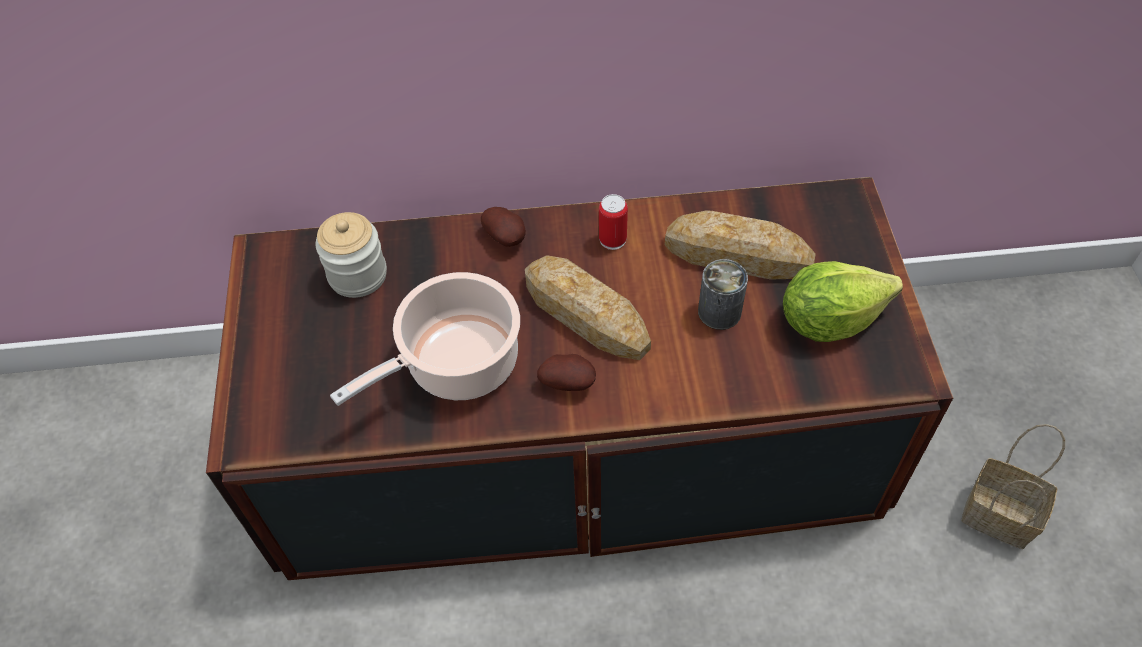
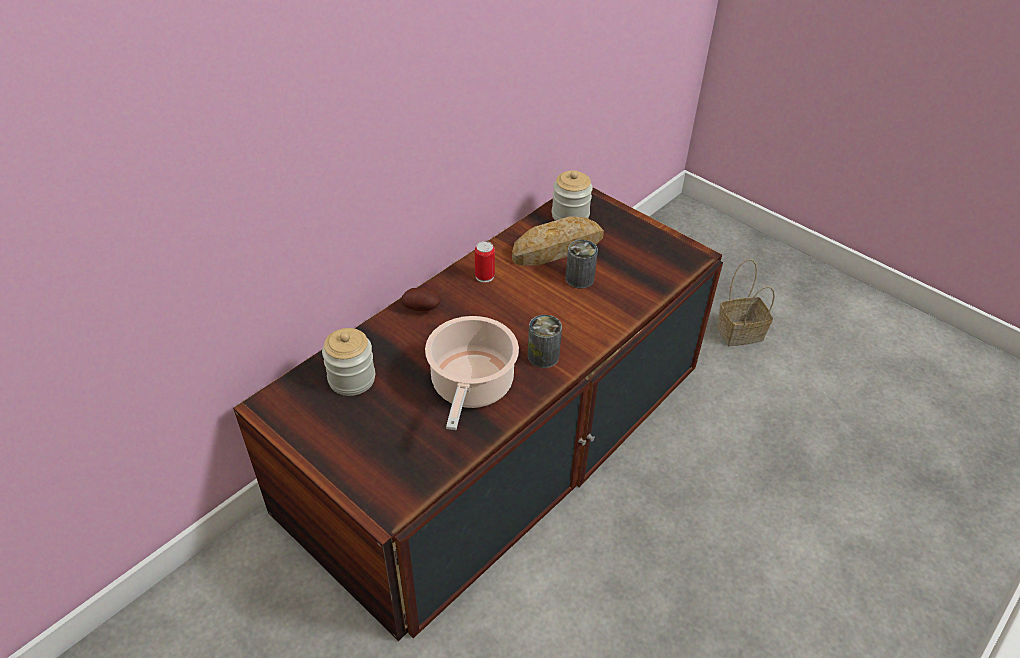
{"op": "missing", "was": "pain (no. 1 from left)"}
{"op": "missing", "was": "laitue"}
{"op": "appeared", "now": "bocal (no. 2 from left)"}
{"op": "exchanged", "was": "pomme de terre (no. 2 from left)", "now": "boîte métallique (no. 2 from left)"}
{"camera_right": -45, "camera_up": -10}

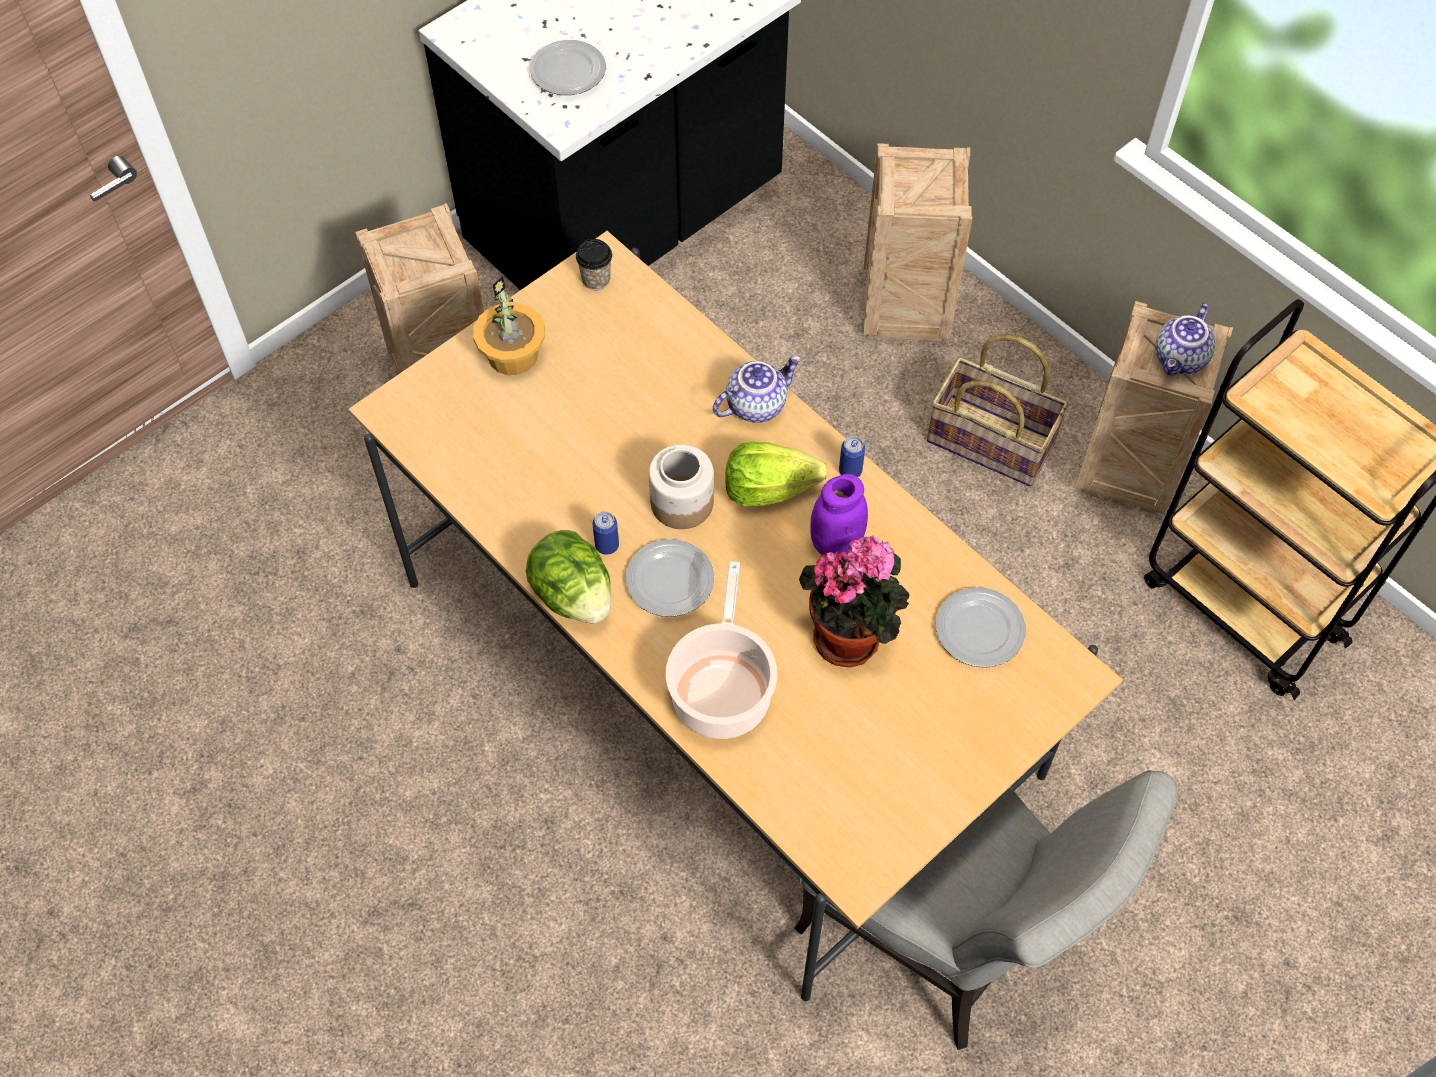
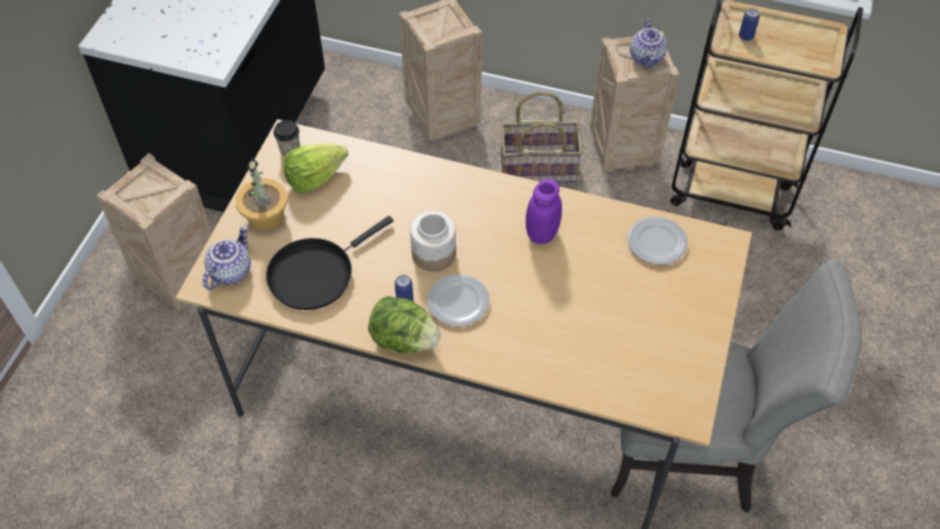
{"op": "missing", "was": "assiette (no. 1 from left)"}
{"op": "missing", "was": "marmite"}
{"op": "missing", "was": "plante en pot (no. 2 from left)"}
{"op": "appeared", "now": "poêle/noir"}
{"op": "relocated", "was": "théière (no. 1 from left)"}
{"op": "relocated", "was": "laitue (no. 2 from left in the first image)", "now": "laitue (no. 1 from left)"}
{"op": "relocated", "was": "boîte métallique (no. 2 from left)"}
{"camera_right": -30, "camera_up": -5}

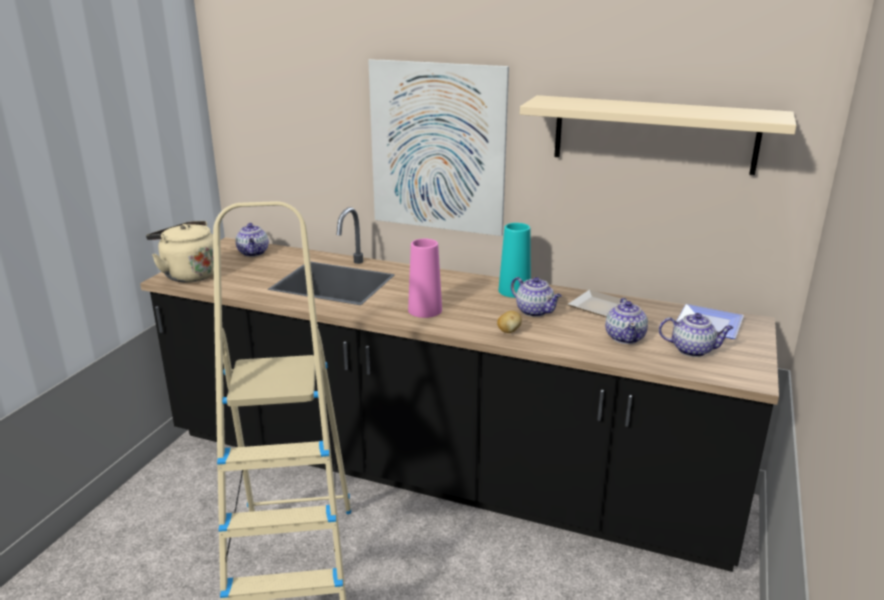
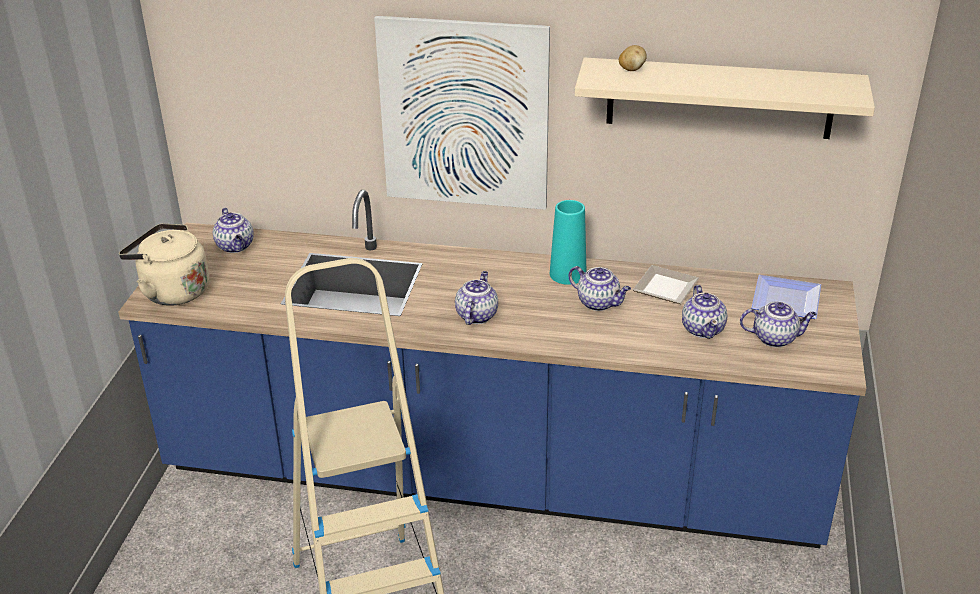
{"op": "relocated", "was": "pomme de terre"}
{"op": "exchanged", "was": "vase/rose", "now": "théière (no. 2 from left)"}
{"op": "colour", "was": "comptoir de cuisine/noir", "now": "comptoir de cuisine/bleu"}
{"camera_right": -10, "camera_up": 10}

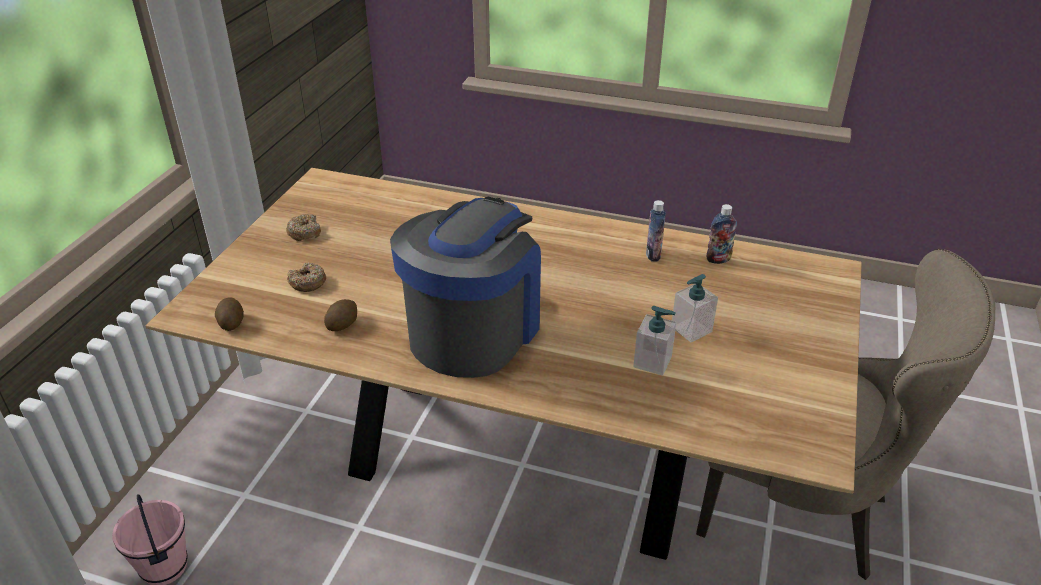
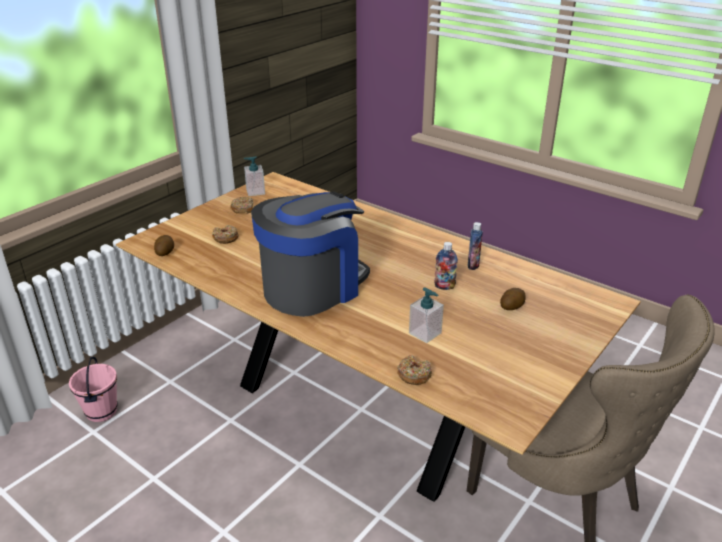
{"op": "appeared", "now": "beignet (no. 3 from left)"}
{"op": "relocated", "was": "pomme de terre (no. 2 from left)"}
{"op": "relocated", "was": "distributeur de savon (no. 2 from left in the first image)", "now": "distributeur de savon (no. 1 from left)"}
{"op": "relocated", "was": "bouteille (no. 2 from left in the first image)", "now": "bouteille (no. 1 from left)"}
{"camera_right": 20, "camera_up": -5}

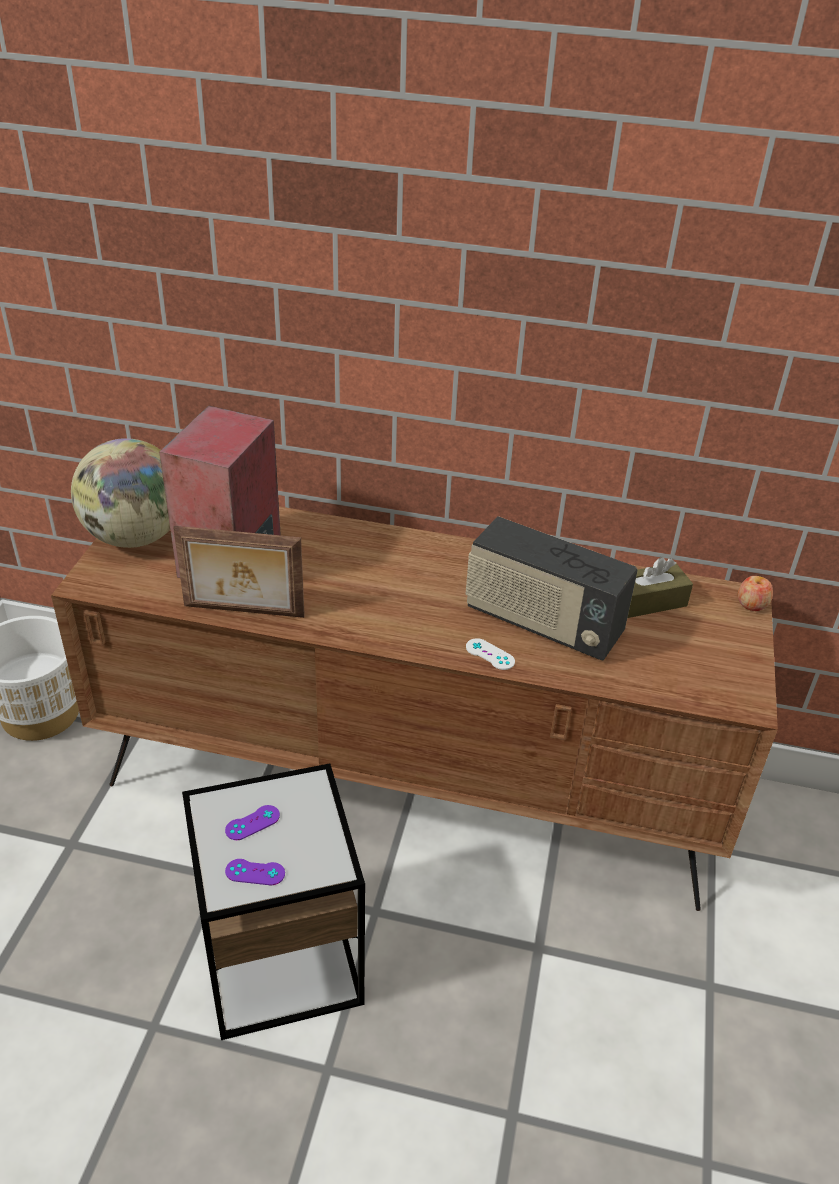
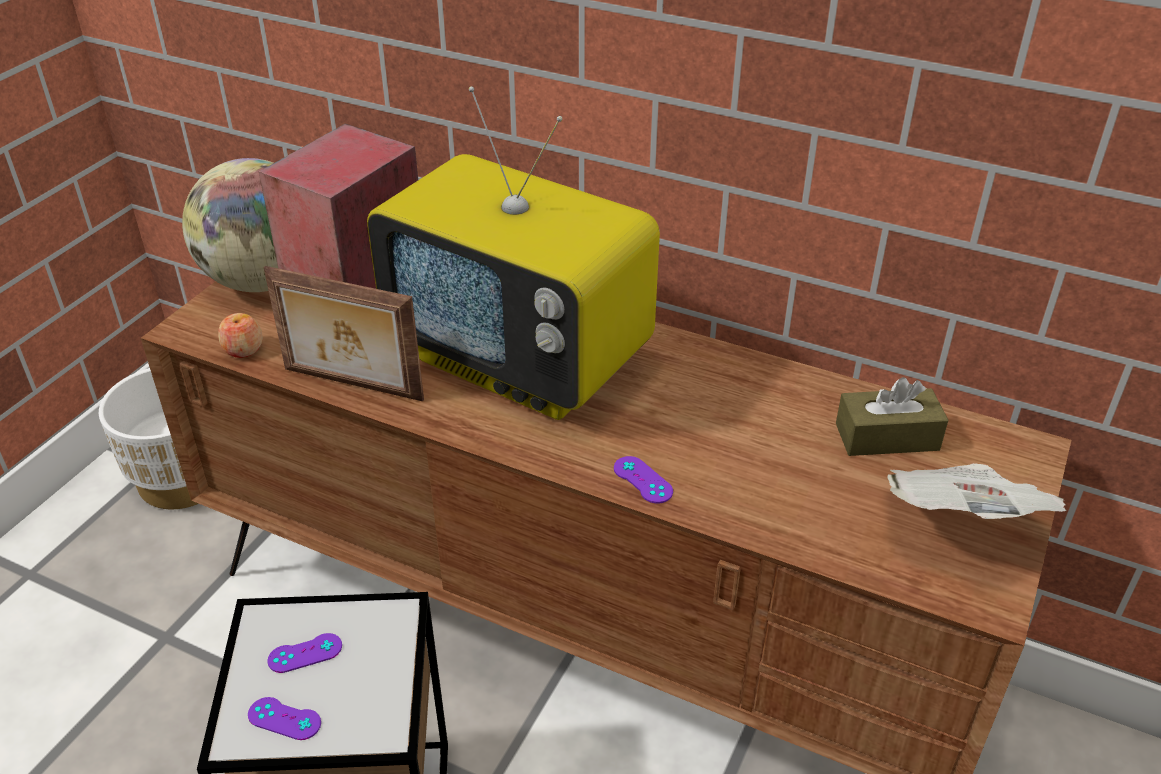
{"op": "missing", "was": "radio"}
{"op": "appeared", "now": "téléviseur"}
{"op": "appeared", "now": "journal"}
{"op": "relocated", "was": "pomme"}
{"op": "colour", "was": "manette/blanc", "now": "manette/violet (no. 3 from left)"}
{"camera_right": 15, "camera_up": 0}

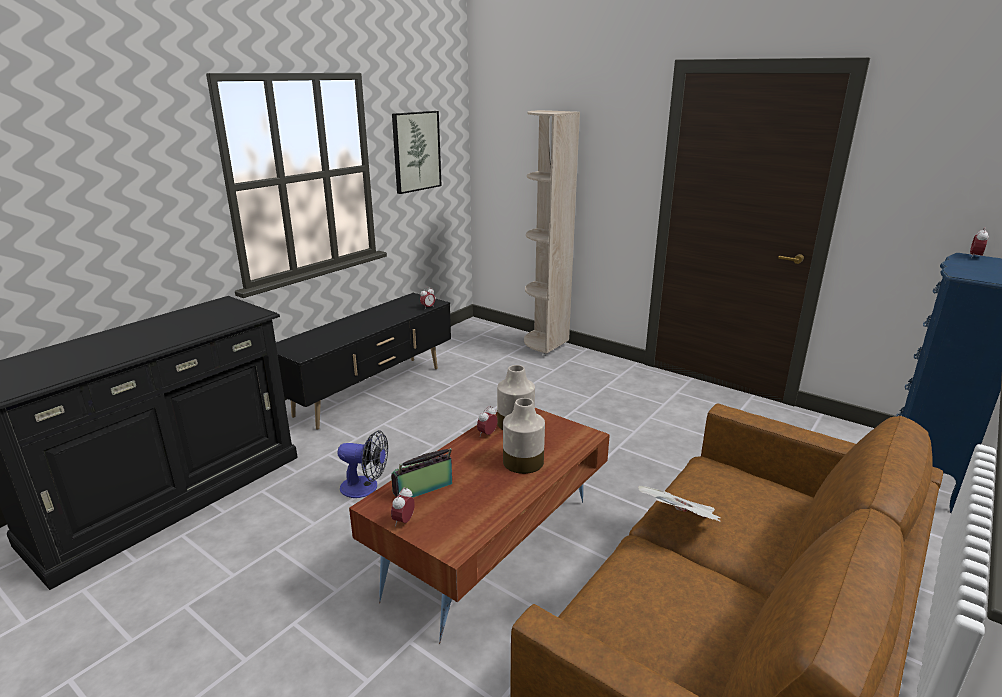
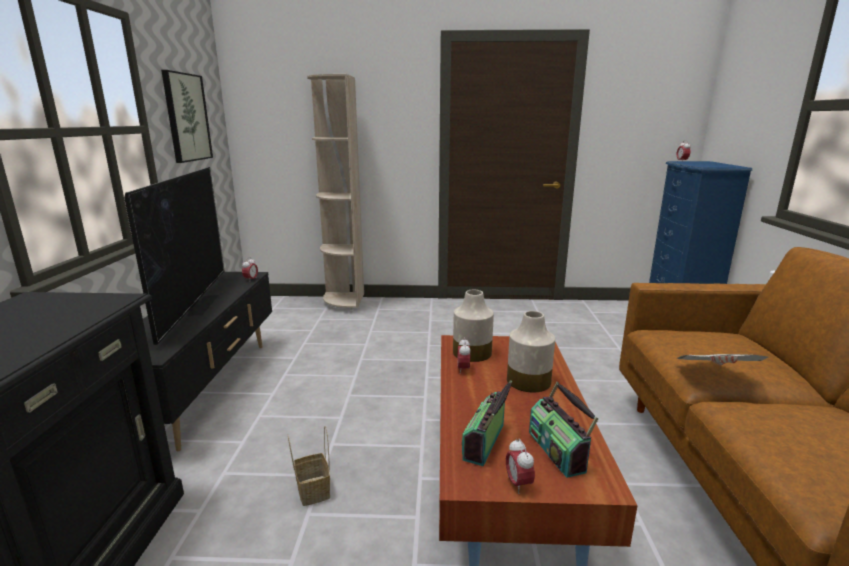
{"op": "appeared", "now": "téléviseur"}
{"op": "appeared", "now": "radio (no. 2 from left)"}
{"op": "exchanged", "was": "ventilateur", "now": "panier"}
{"camera_right": -35, "camera_up": -5}

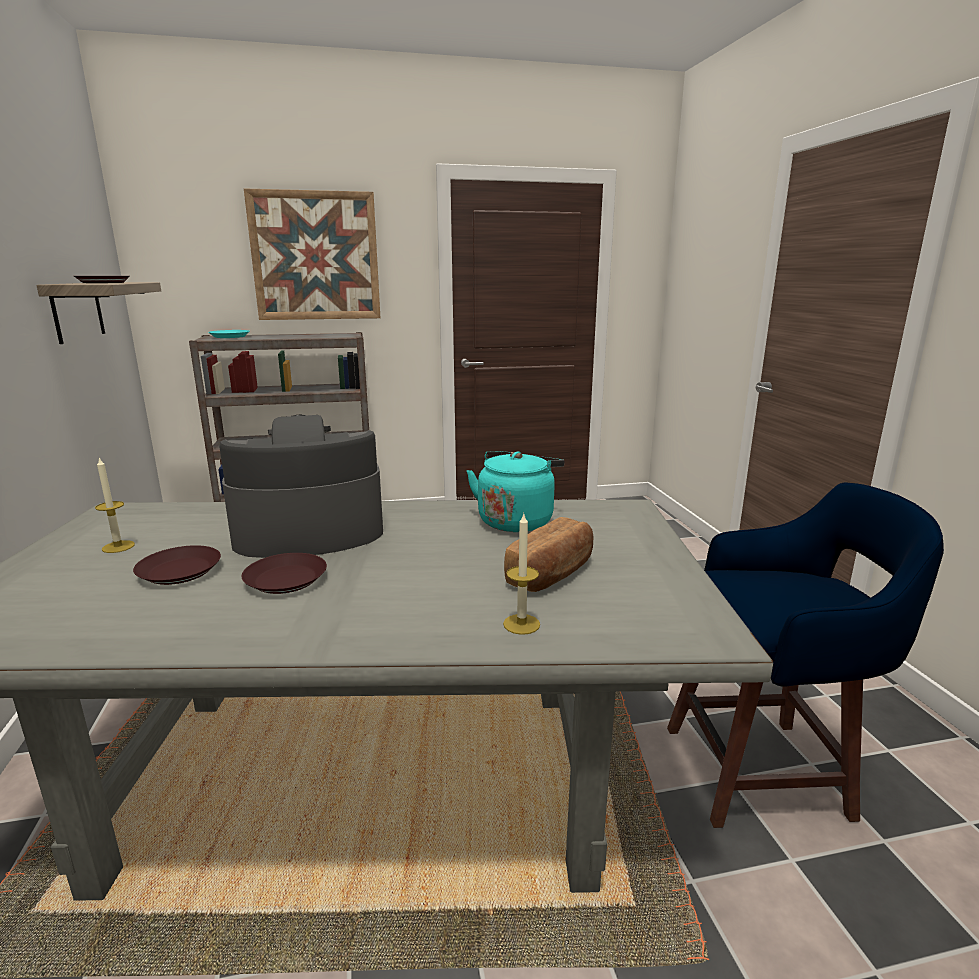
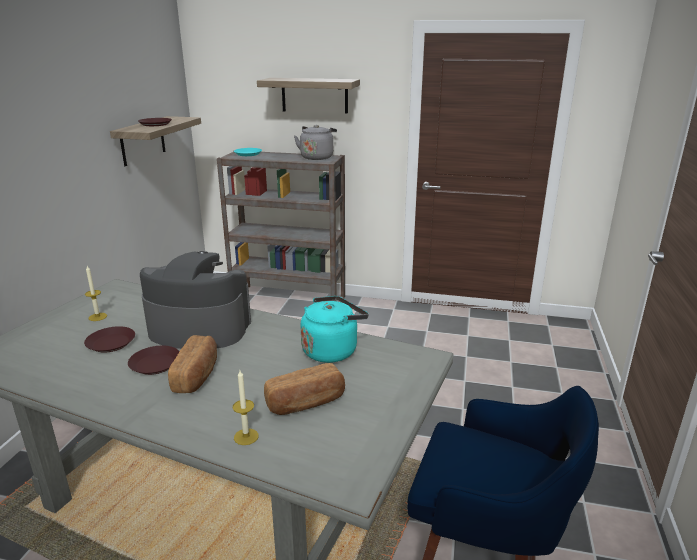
{"op": "appeared", "now": "pain (no. 1 from left)"}
{"op": "appeared", "now": "bouilloire/gris"}
{"op": "exchanged", "was": "tableau", "now": "étagère (no. 2 from left)"}
{"camera_right": 25, "camera_up": 5}

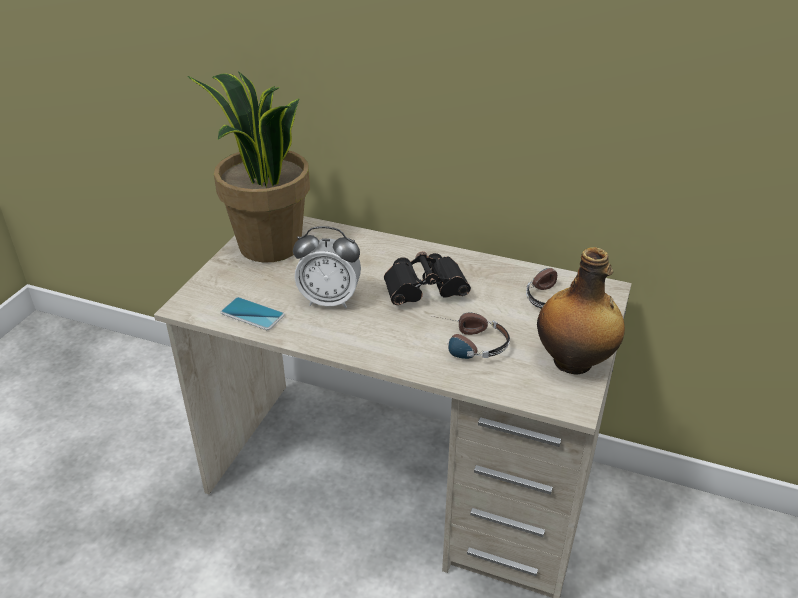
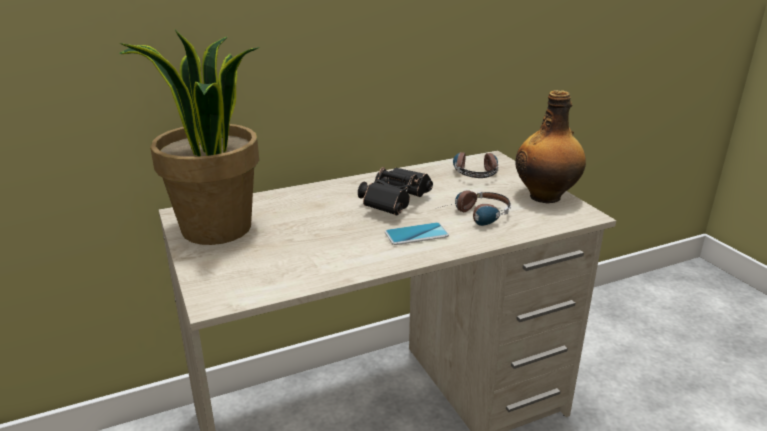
{"op": "missing", "was": "réveil"}
{"op": "relocated", "was": "téléphone"}
{"camera_right": -45, "camera_up": -10}

